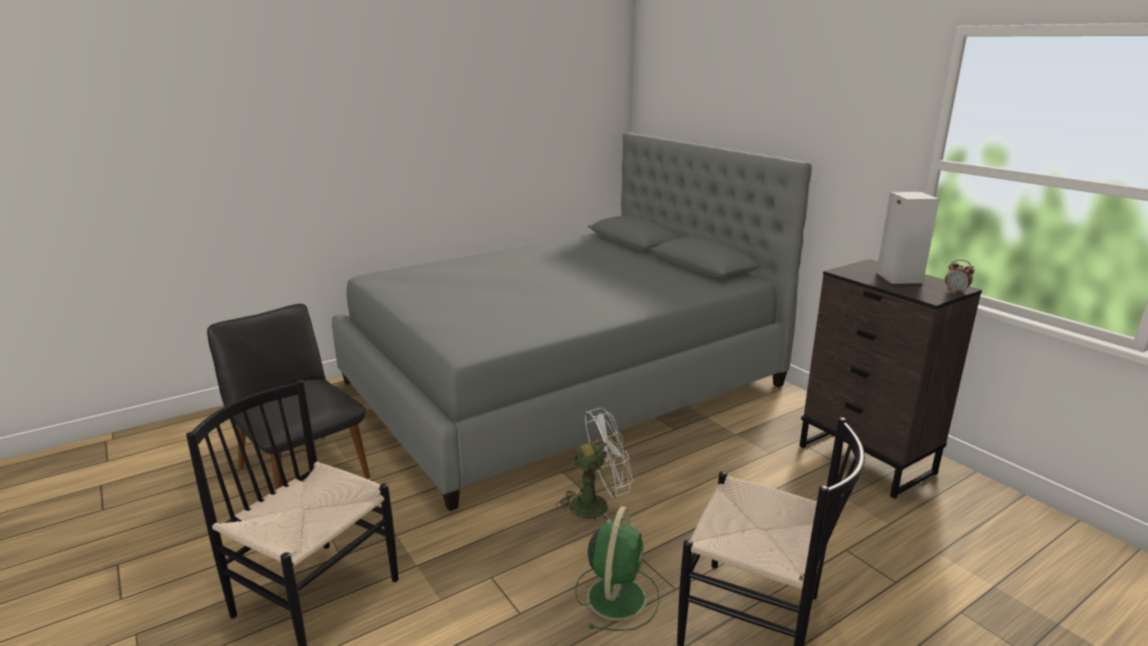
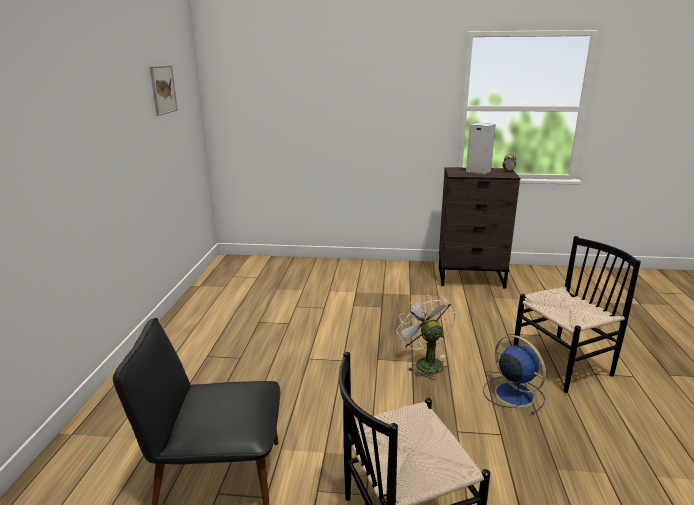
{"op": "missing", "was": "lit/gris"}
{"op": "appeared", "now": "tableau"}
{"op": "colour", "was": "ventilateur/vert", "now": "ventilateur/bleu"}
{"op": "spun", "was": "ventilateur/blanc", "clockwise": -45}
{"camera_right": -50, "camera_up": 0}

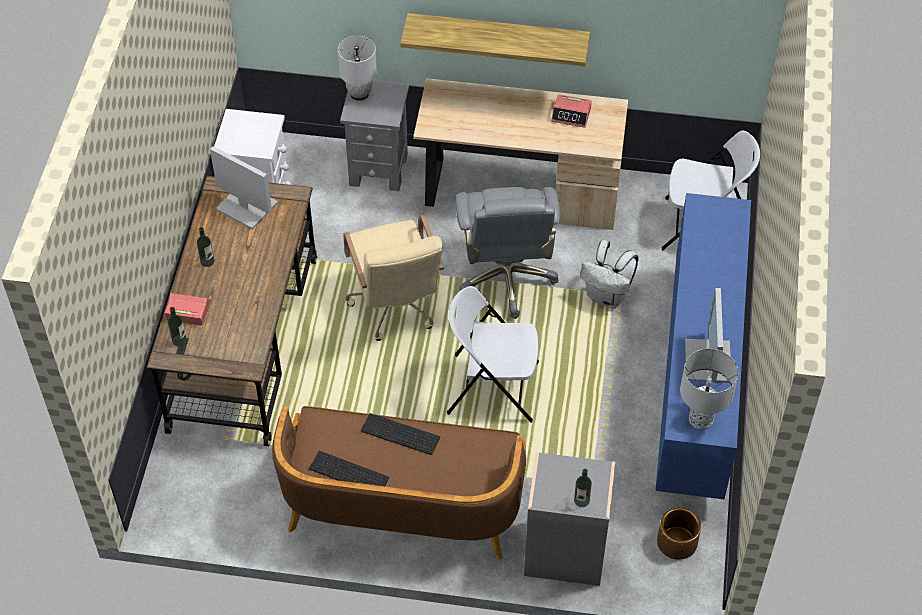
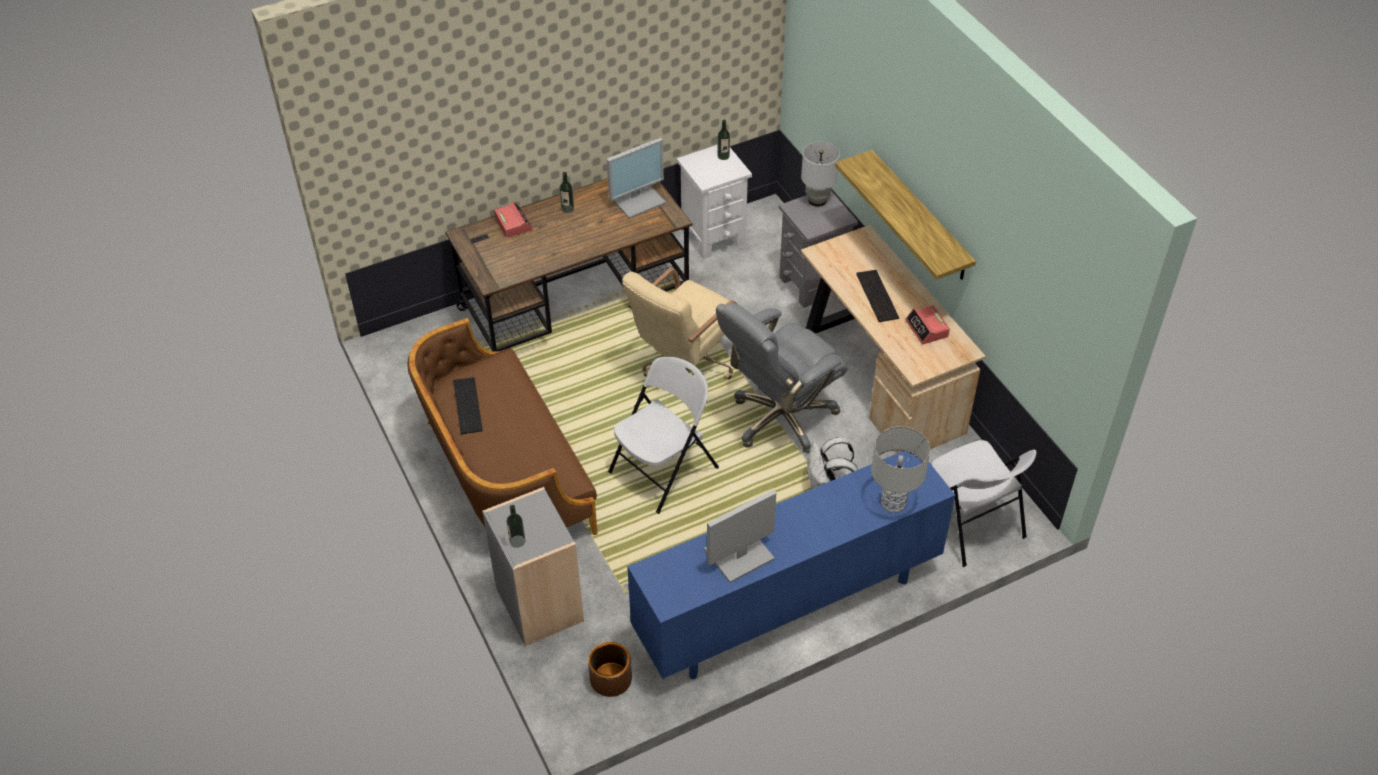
{"op": "relocated", "was": "bouteille (no. 1 from left in the first image)", "now": "bouteille (no. 3 from left)"}
{"op": "relocated", "was": "clavier (no. 2 from left)"}
{"op": "relocated", "was": "lampe de table/blanc (no. 2 from left)"}
{"op": "spun", "was": "écran d'ordinateur (no. 1 from left)", "clockwise": 60}
{"op": "spun", "was": "chaise/blanc (no. 1 from left)", "clockwise": 75}
{"camera_right": 55, "camera_up": -5}

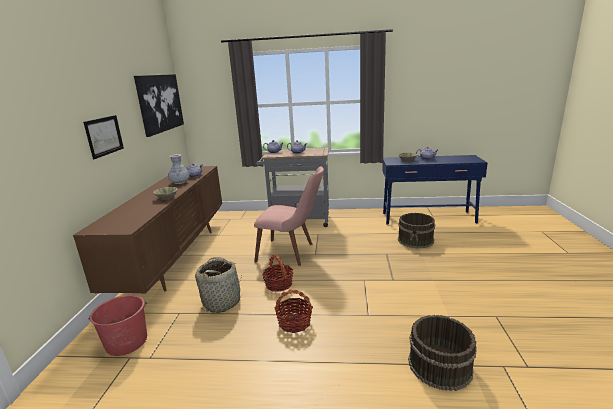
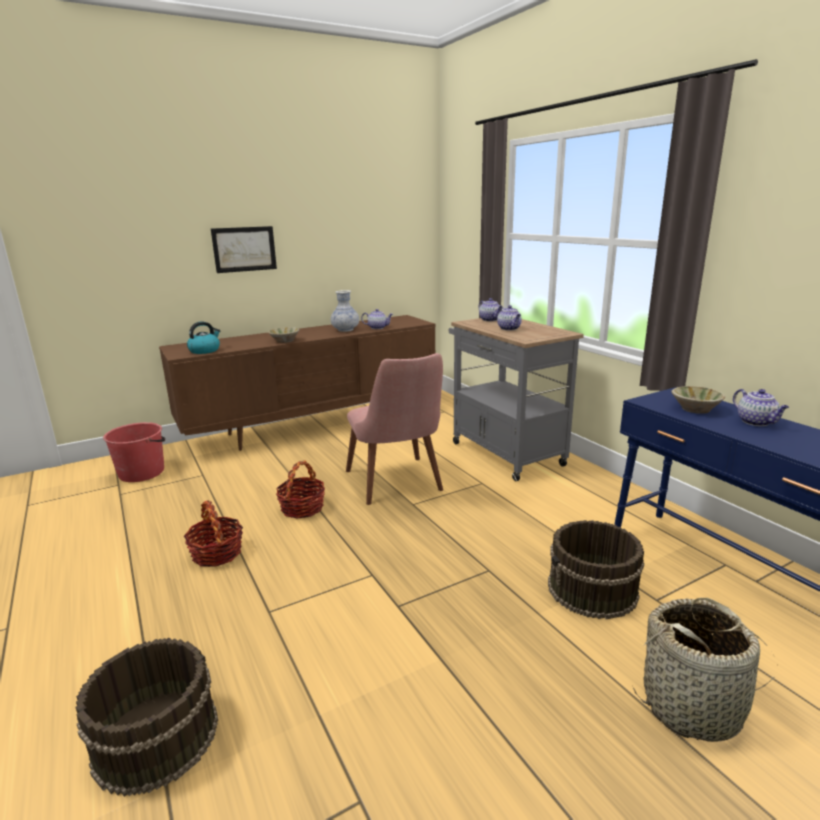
{"op": "missing", "was": "tableau (no. 2 from left)"}
{"op": "appeared", "now": "bouilloire"}
{"op": "relocated", "was": "panier (no. 1 from left in the first image)", "now": "panier (no. 3 from left)"}
{"camera_right": 55, "camera_up": 0}

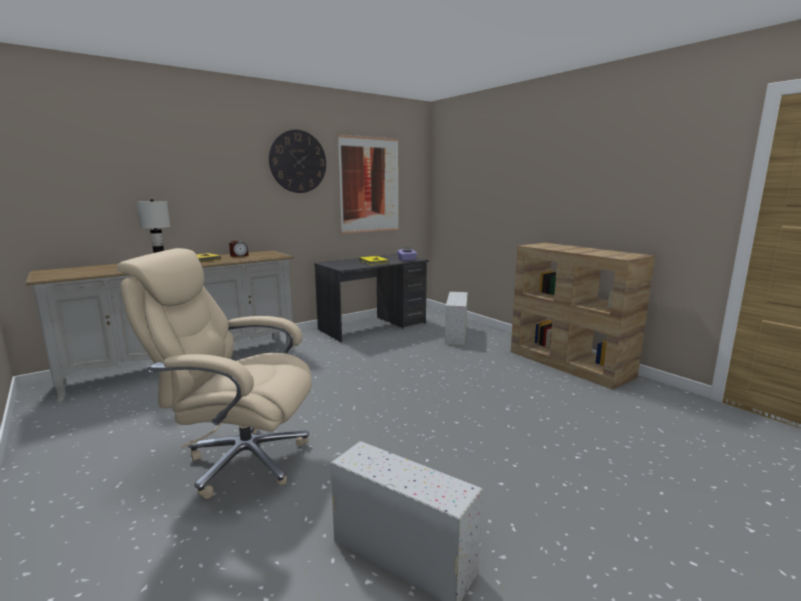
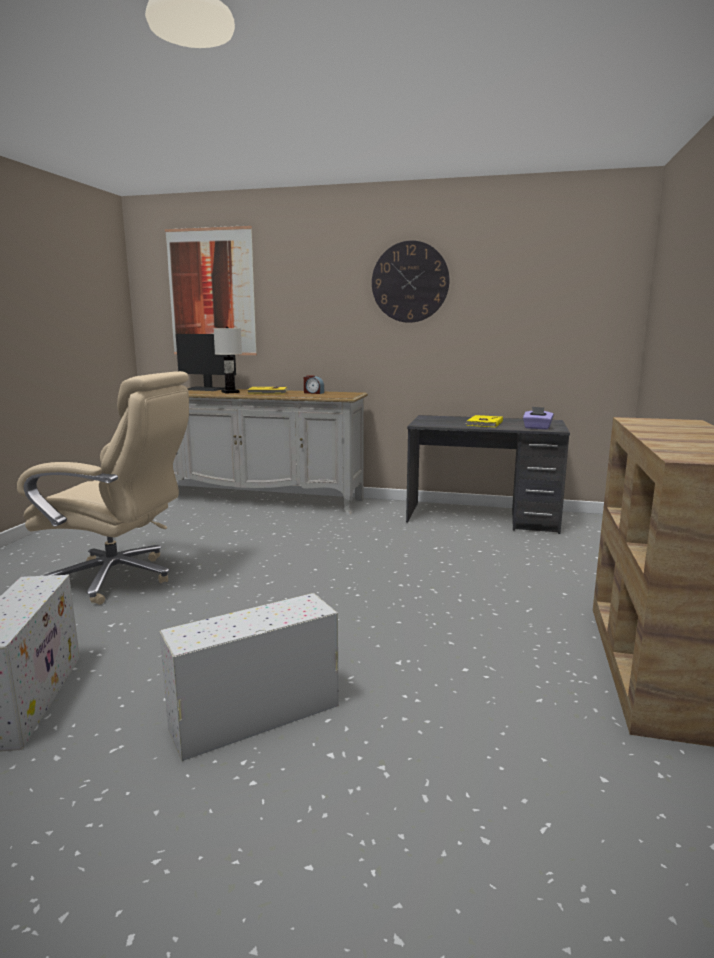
{"op": "appeared", "now": "écran d'ordinateur"}
{"op": "relocated", "was": "tableau"}
{"op": "relocated", "was": "boîte de rangement/blanc (no. 2 from left)"}
{"op": "spun", "was": "chaise de bureau/beige", "clockwise": 135}
{"camera_right": 50, "camera_up": 0}

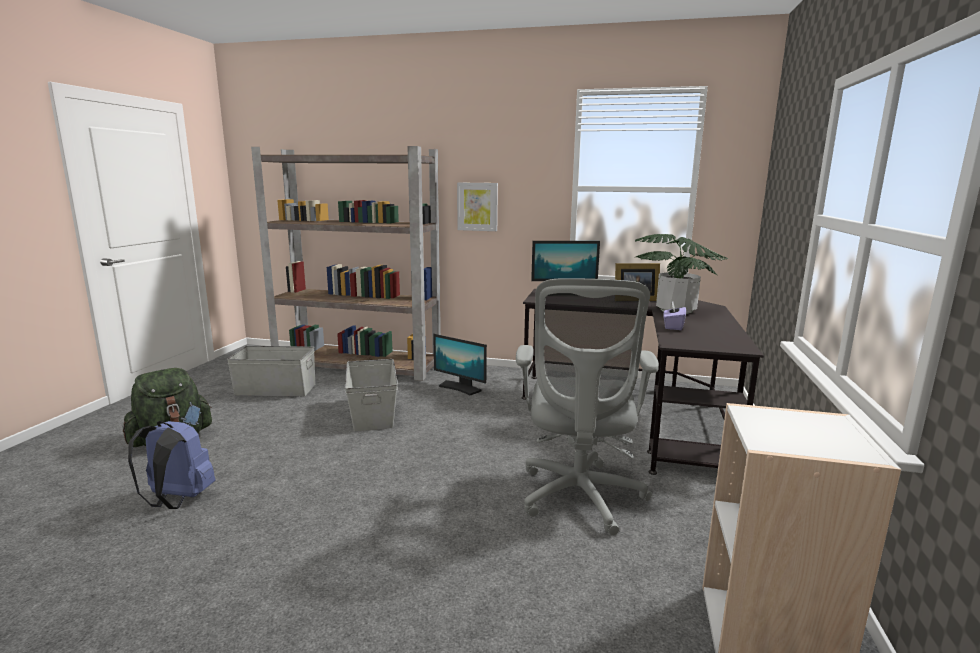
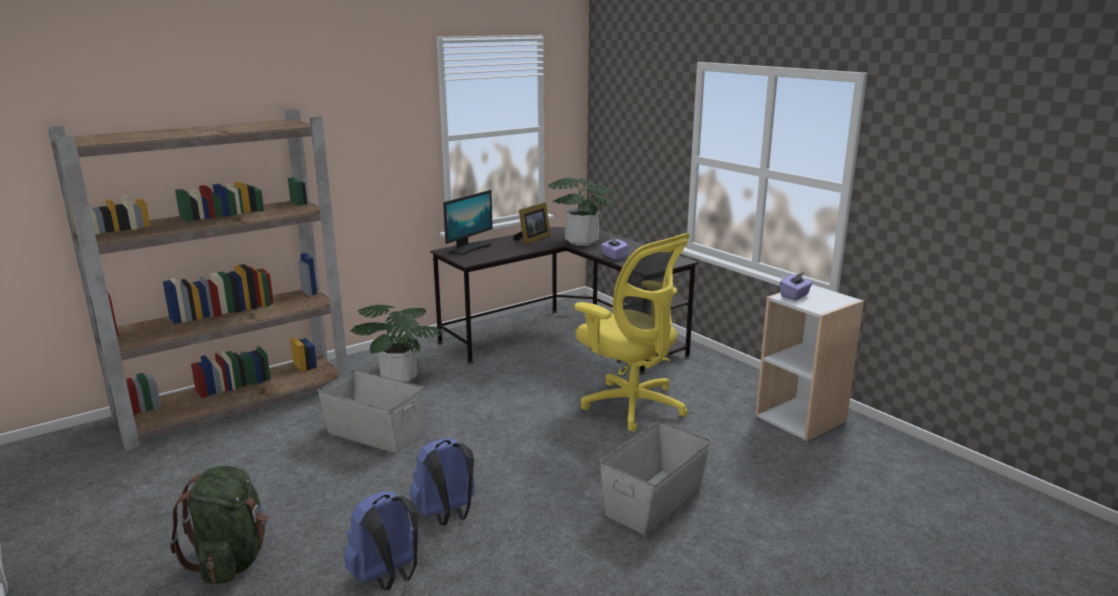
{"op": "missing", "was": "tableau"}
{"op": "appeared", "now": "sac à dos/bleu (no. 2 from left)"}
{"op": "appeared", "now": "boîte à mouchoirs/violet (no. 2 from left)"}
{"op": "relocated", "was": "boîte de rangement/gris (no. 1 from left in the first image)", "now": "boîte de rangement/gris (no. 2 from left)"}
{"op": "exchanged", "was": "écran d'ordinateur (no. 1 from left)", "now": "plante en pot (no. 1 from left)"}
{"op": "colour", "was": "chaise de bureau/gris", "now": "chaise de bureau/jaune"}
{"camera_right": -50, "camera_up": 5}

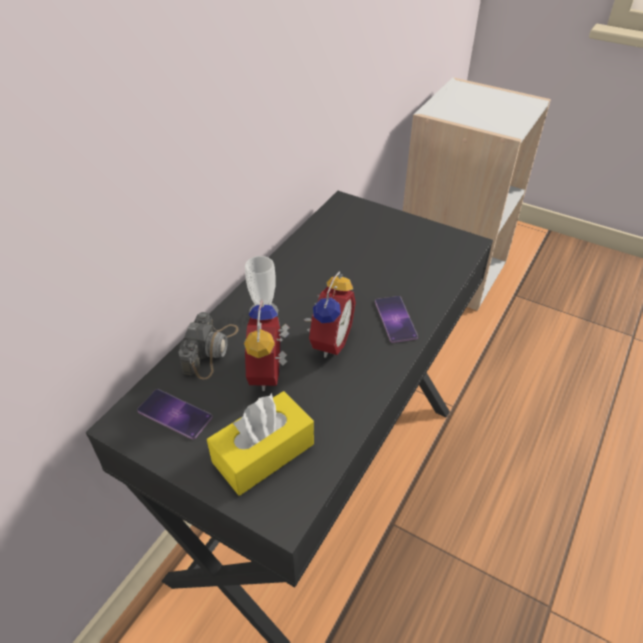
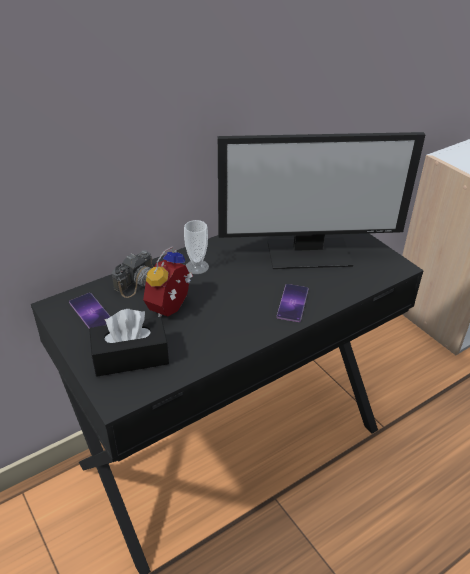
{"op": "missing", "was": "réveil (no. 2 from left)"}
{"op": "appeared", "now": "écran d'ordinateur"}
{"op": "colour", "was": "boîte à mouchoirs/jaune", "now": "boîte à mouchoirs/noir"}
{"camera_right": 25, "camera_up": -5}

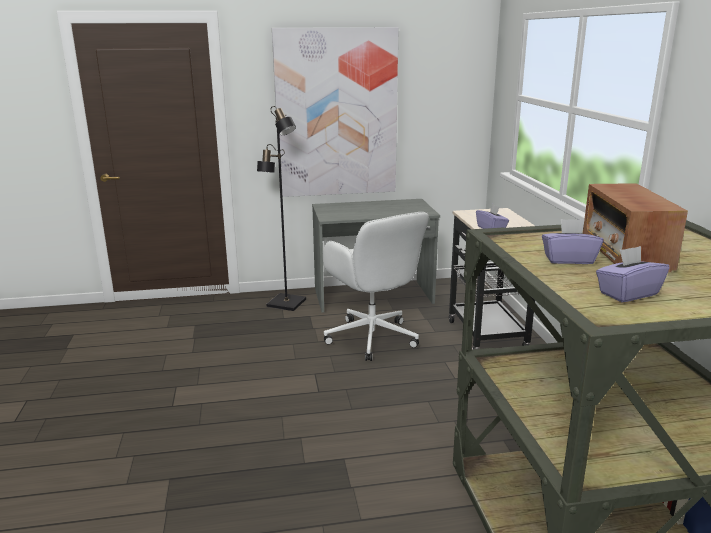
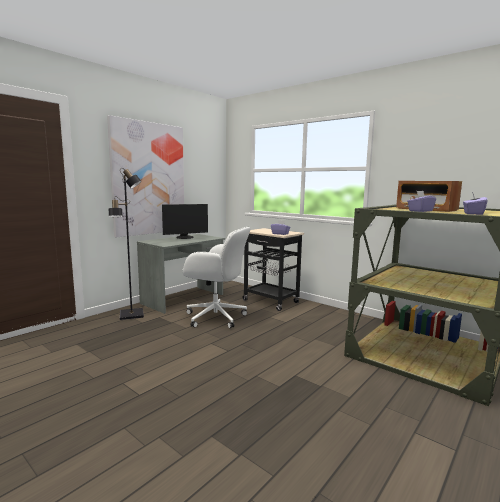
{"op": "appeared", "now": "écran d'ordinateur"}
{"camera_right": -40, "camera_up": -10}

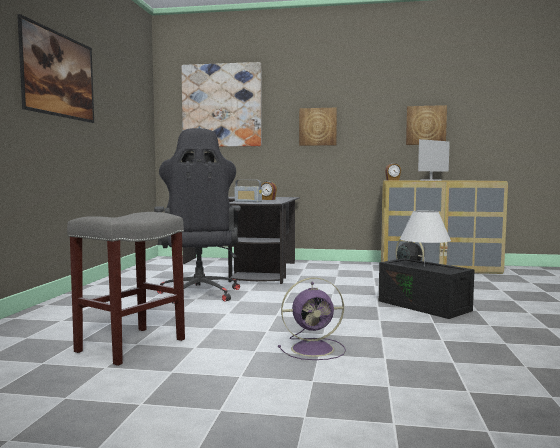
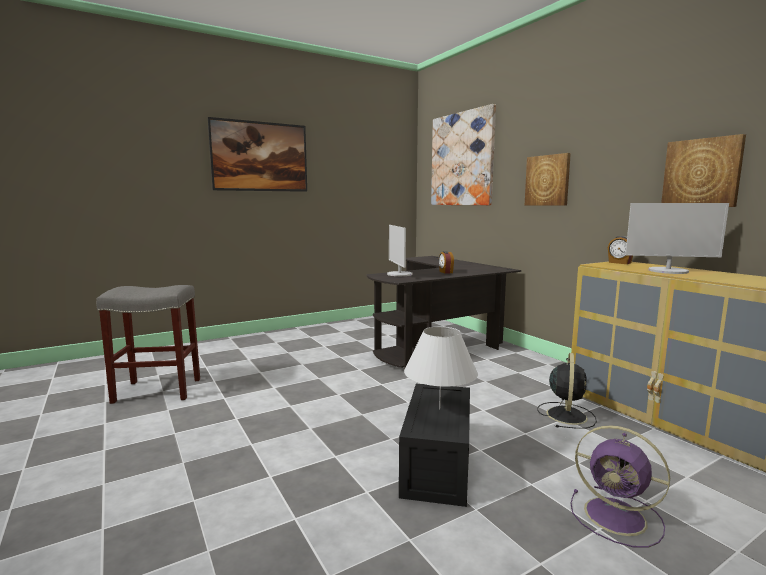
{"op": "missing", "was": "chaise de bureau/noir"}
{"op": "relocated", "was": "ventilateur/violet"}
{"op": "exchanged", "was": "radio", "now": "écran d'ordinateur (no. 1 from left)"}
{"camera_right": 50, "camera_up": 5}

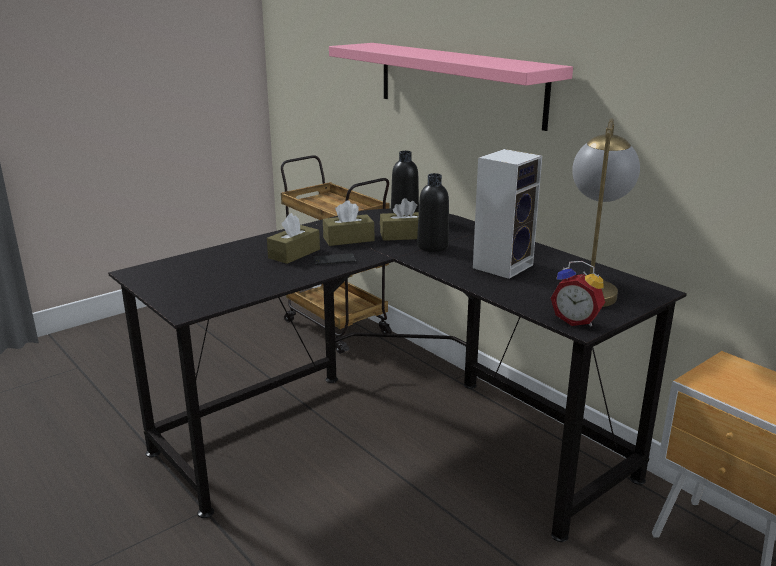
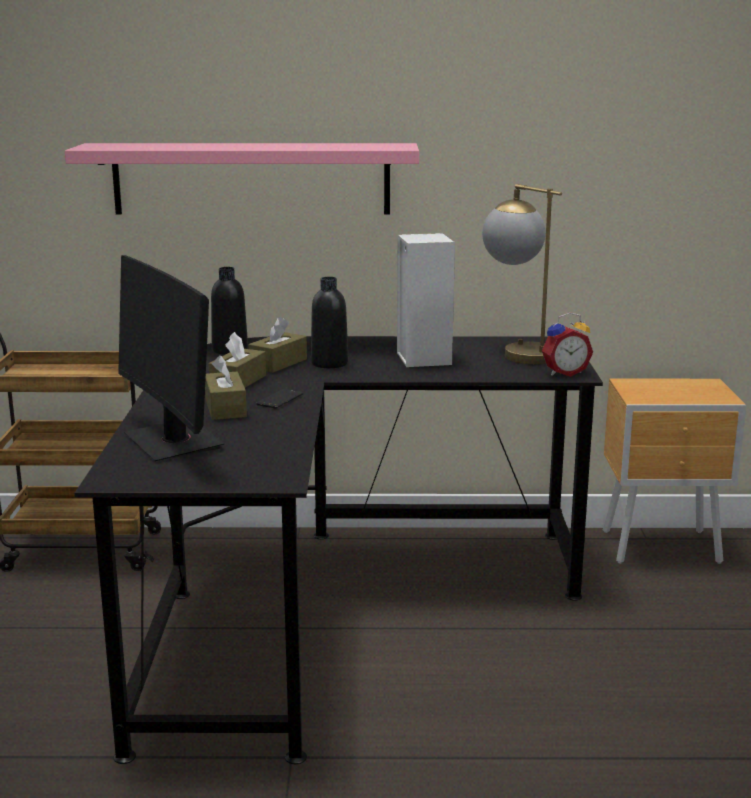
{"op": "appeared", "now": "écran d'ordinateur"}
{"camera_right": -50, "camera_up": -5}

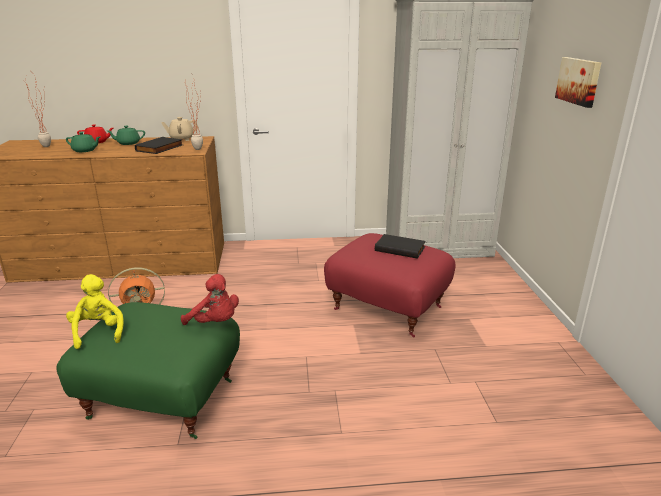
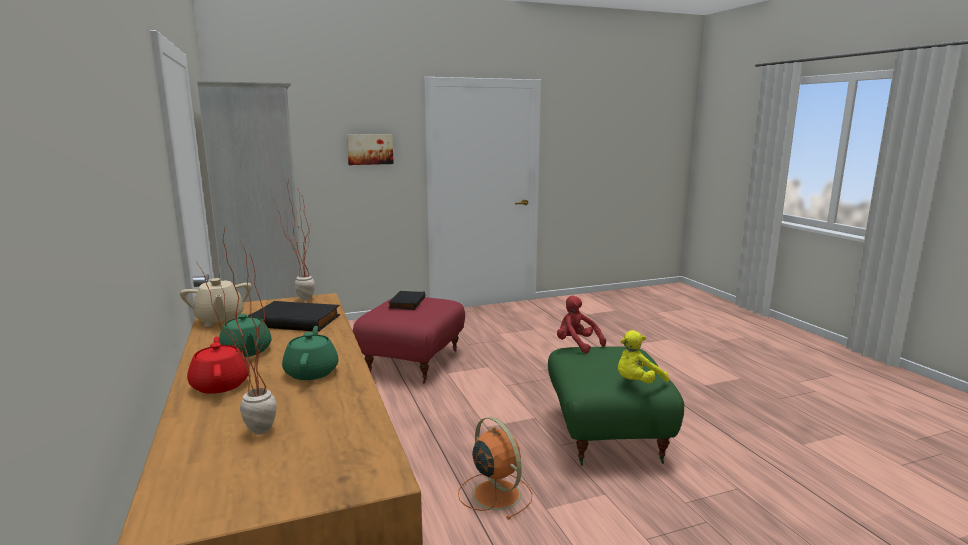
{"op": "spun", "was": "peluche/rouge", "clockwise": -60}
{"camera_right": -105, "camera_up": -10}

